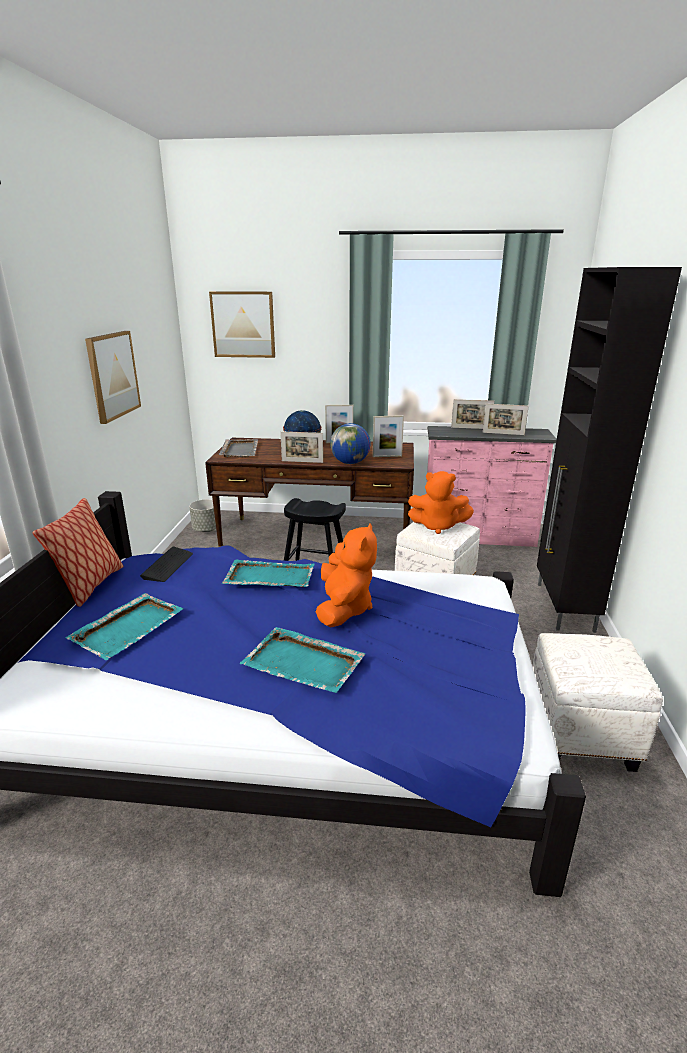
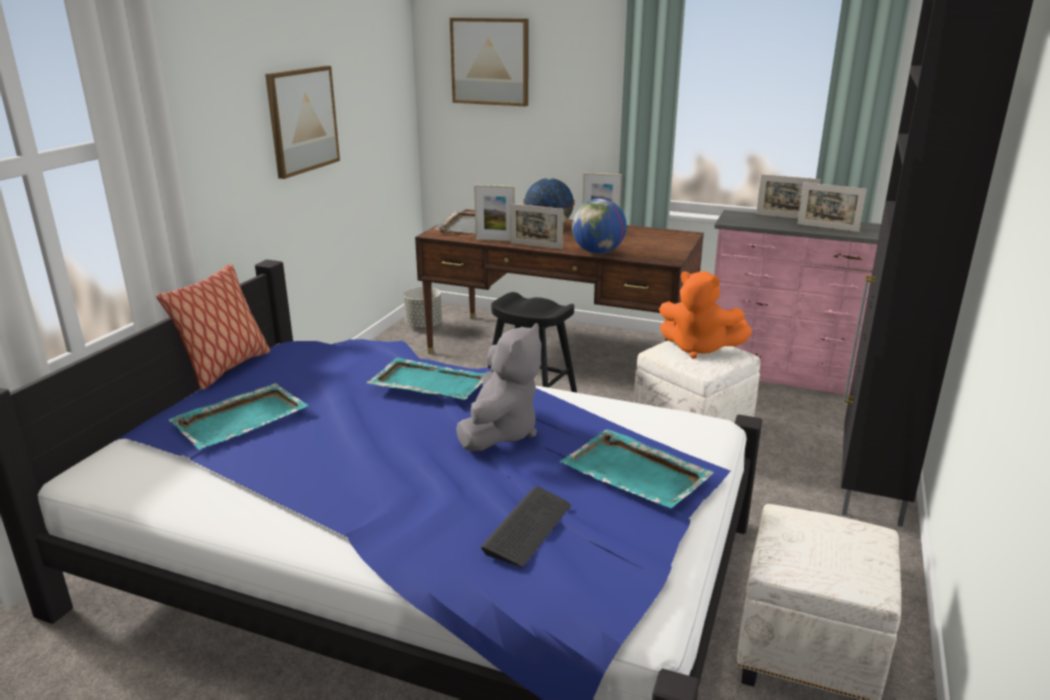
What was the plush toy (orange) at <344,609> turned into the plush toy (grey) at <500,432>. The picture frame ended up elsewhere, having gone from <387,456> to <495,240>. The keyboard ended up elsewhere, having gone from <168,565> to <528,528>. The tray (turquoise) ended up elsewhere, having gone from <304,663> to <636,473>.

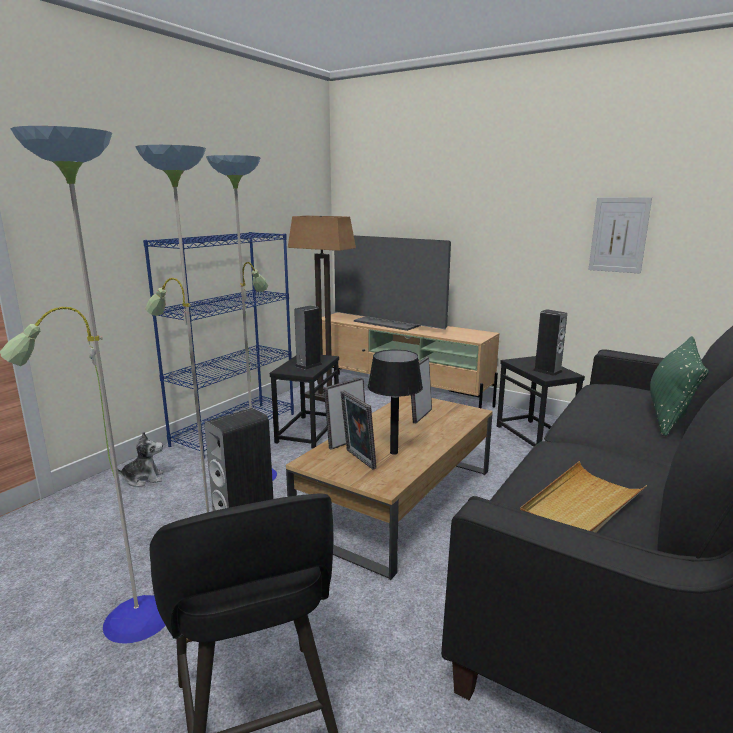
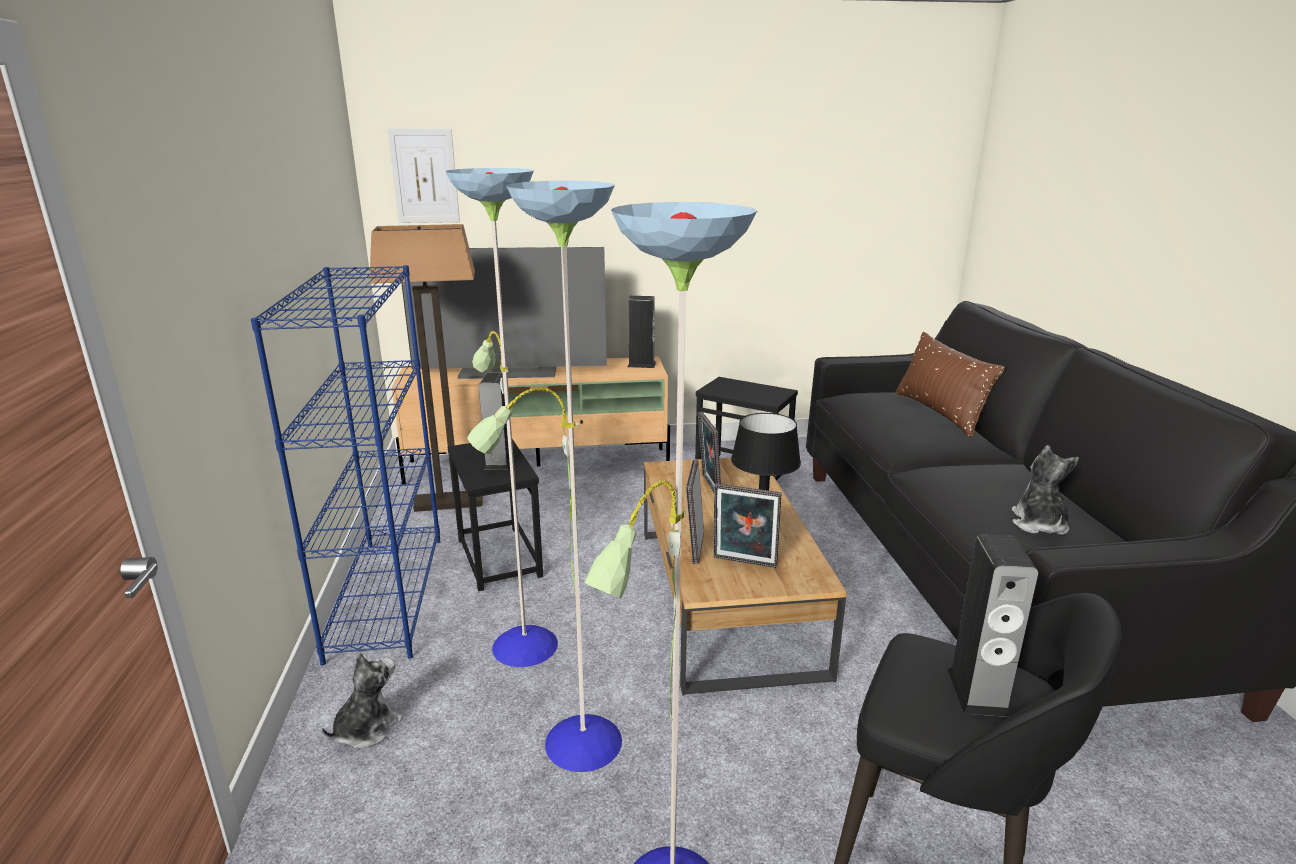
The picture ended up elsewhere, having gone from <619,235> to <424,176>. The speaker ended up elsewhere, having gone from <547,371> to <641,364>. What was the pillow (green) at <671,414> turned into the pillow (brown) at <939,413>. Where the tray (beige) stood at <581,505>, the plush toy came to stand at <1038,524>.

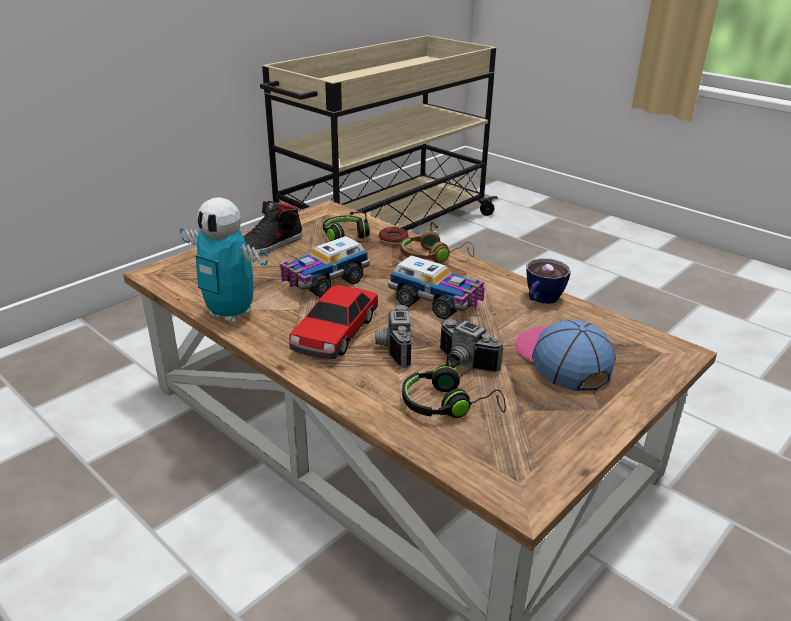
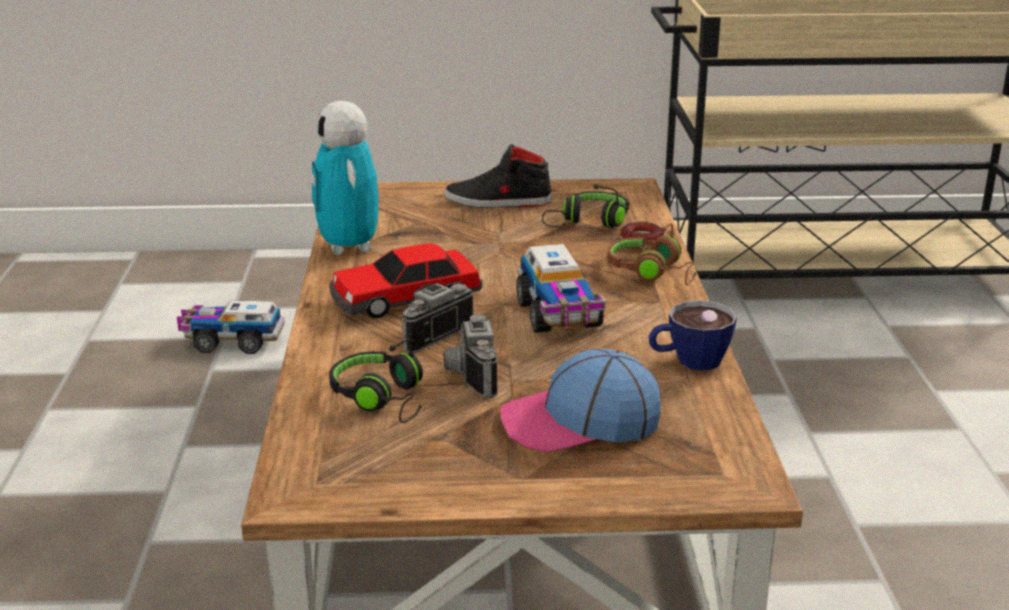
The toy truck ended up elsewhere, having gone from <324,282> to <231,341>. The cap at <561,360> ended up facing another way, 120 degrees counterclockwise from before.

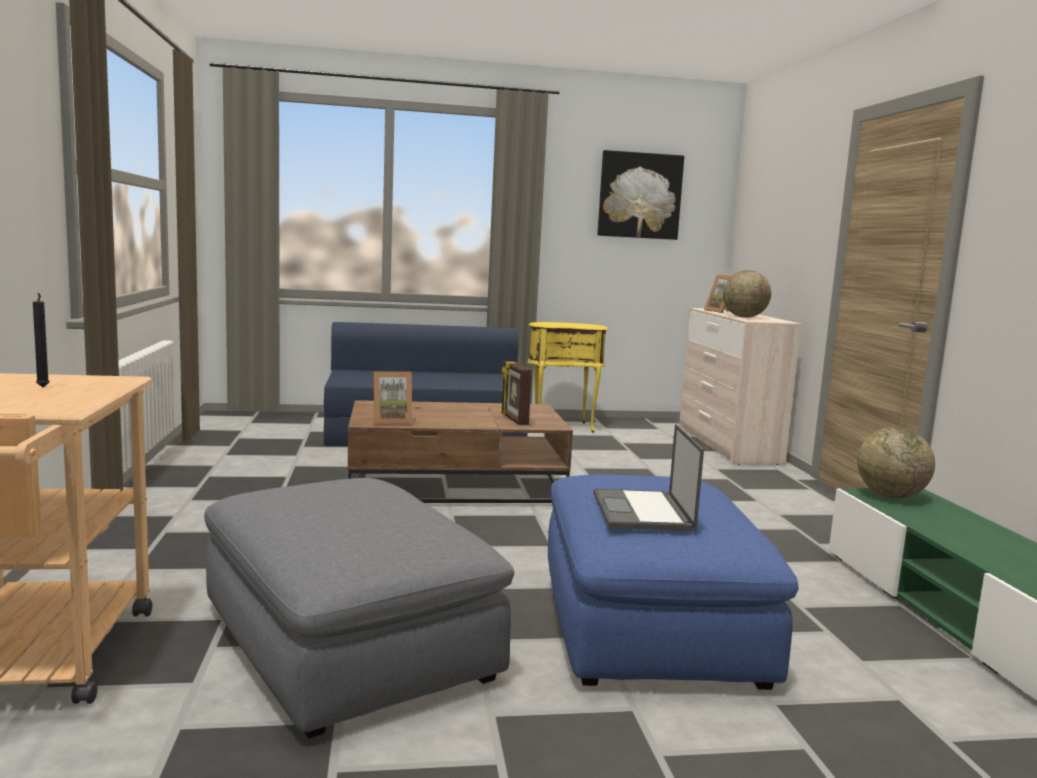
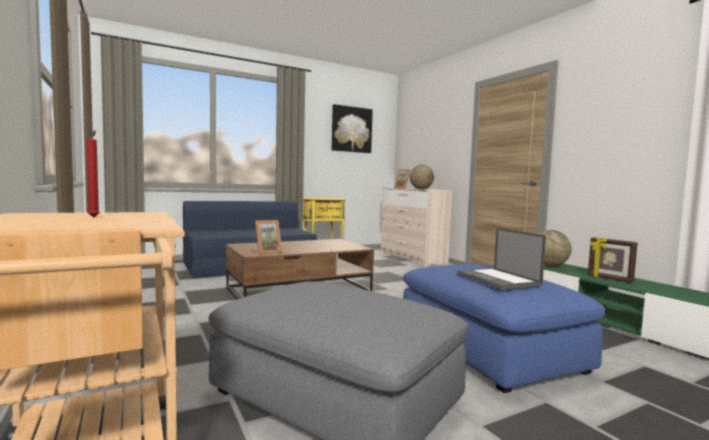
What was the candle (black) at <43,387> turned into the candle (red) at <94,217>. The picture frame ended up elsewhere, having gone from <513,420> to <609,279>.

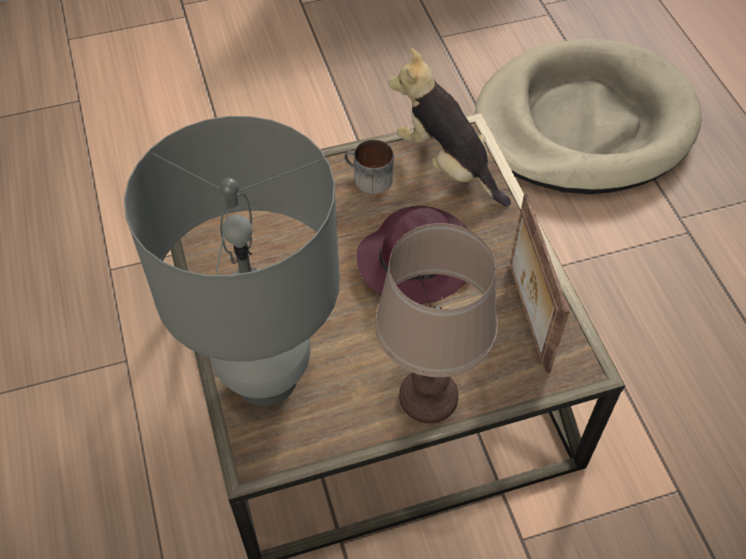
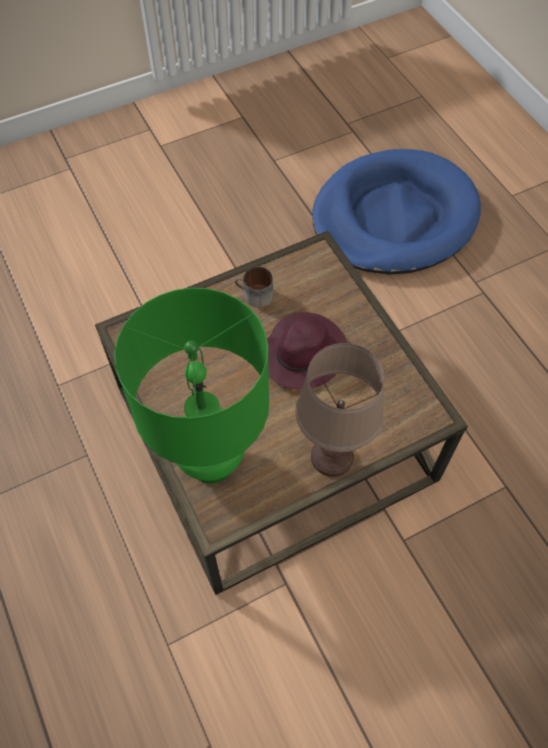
What was the table lamp (grey) at <266,377> turned into the table lamp (green) at <212,461>. What was the dog bed (beige) at <583,123> turned into the dog bed (blue) at <394,217>. The second view lost the plush toy at <447,164>. The second view lost the picture frame at <526,315>.

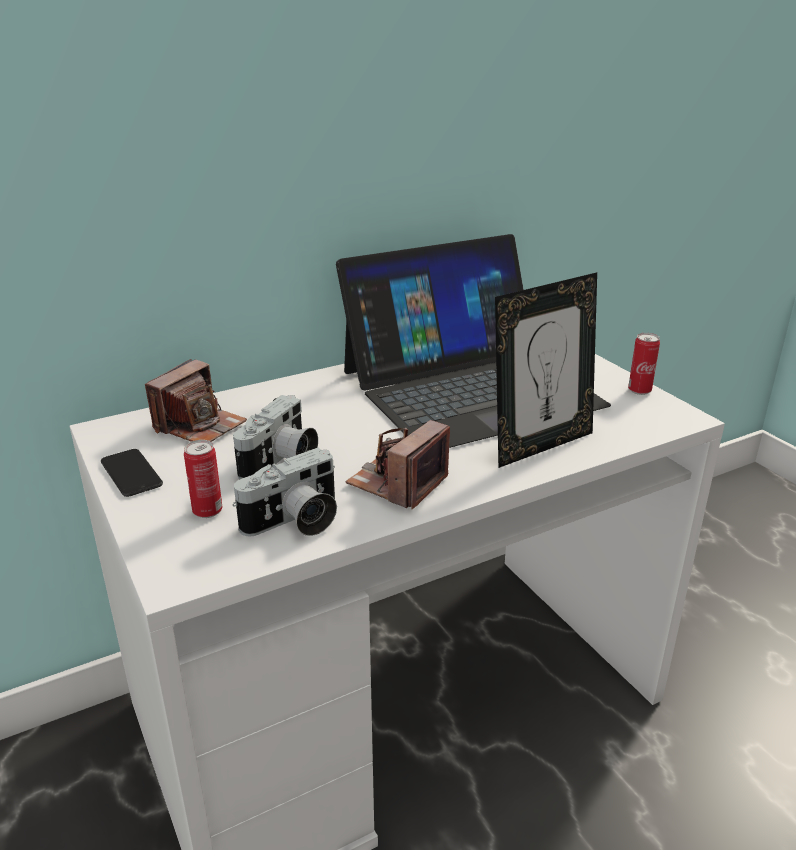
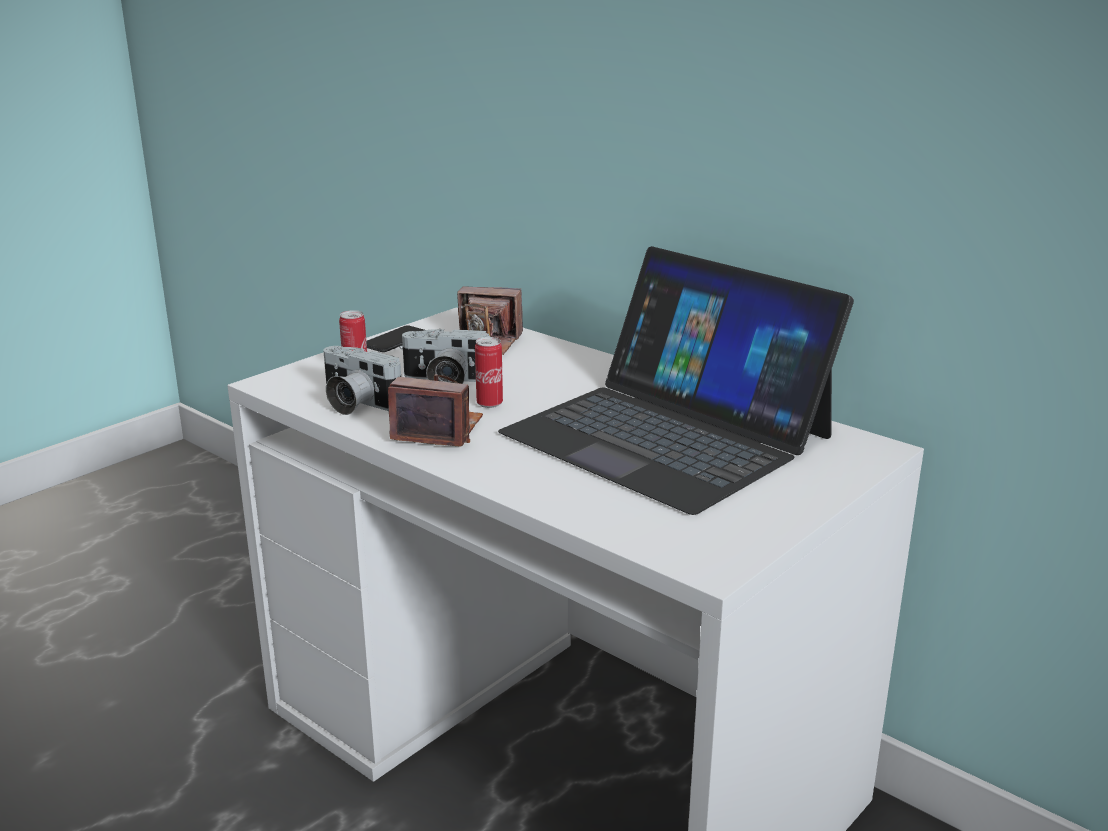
The can ended up elsewhere, having gone from <639,391> to <489,404>. The second view lost the picture frame at <540,445>.

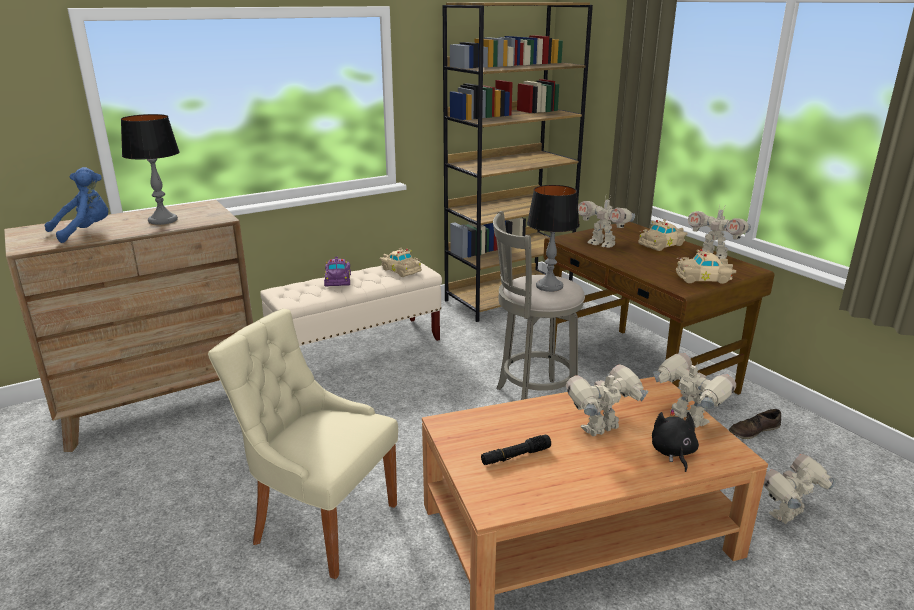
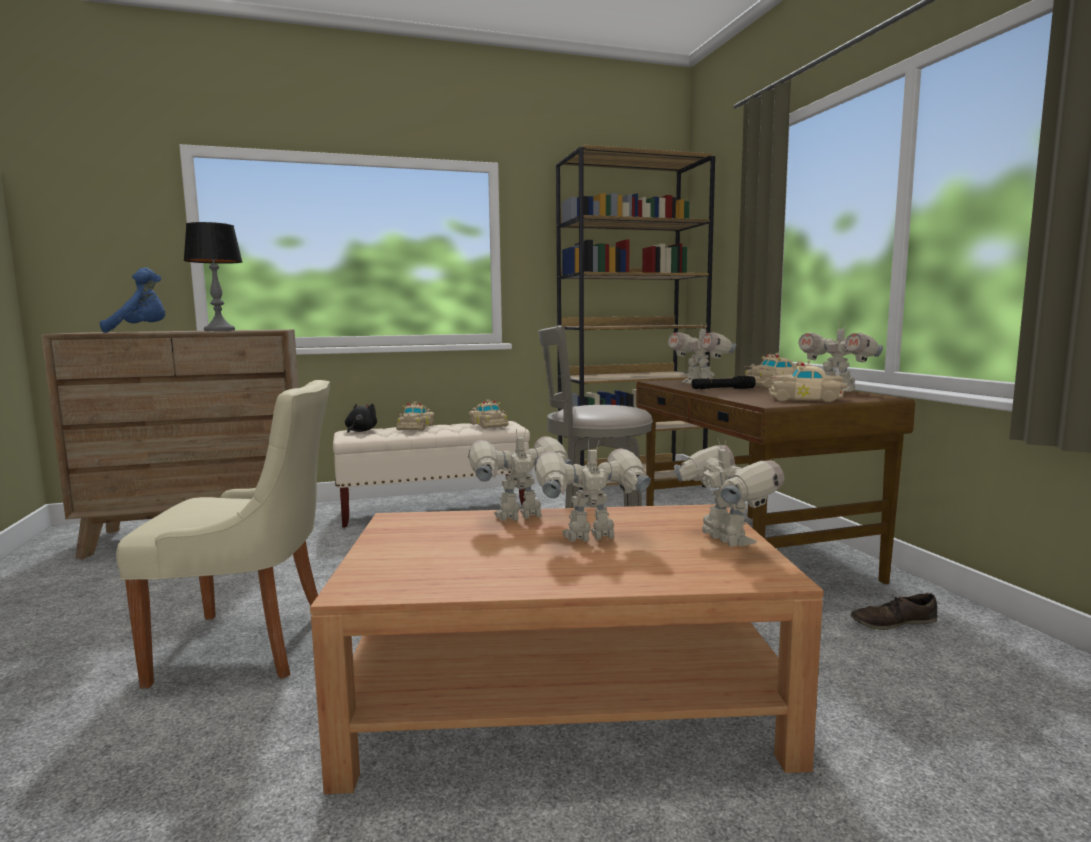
The chair (beige) at <321,522> ended up facing another way, 135 degrees clockwise from before. The plush toy (black) ended up elsewhere, having gone from <673,453> to <360,431>. What was the toy car (purple) at <338,279> turned into the toy car (beige) at <417,427>. The toy robot ended up elsewhere, having gone from <788,516> to <520,518>. The flashlight (black) ended up elsewhere, having gone from <515,456> to <722,389>. The second view lost the table lamp at <549,286>.

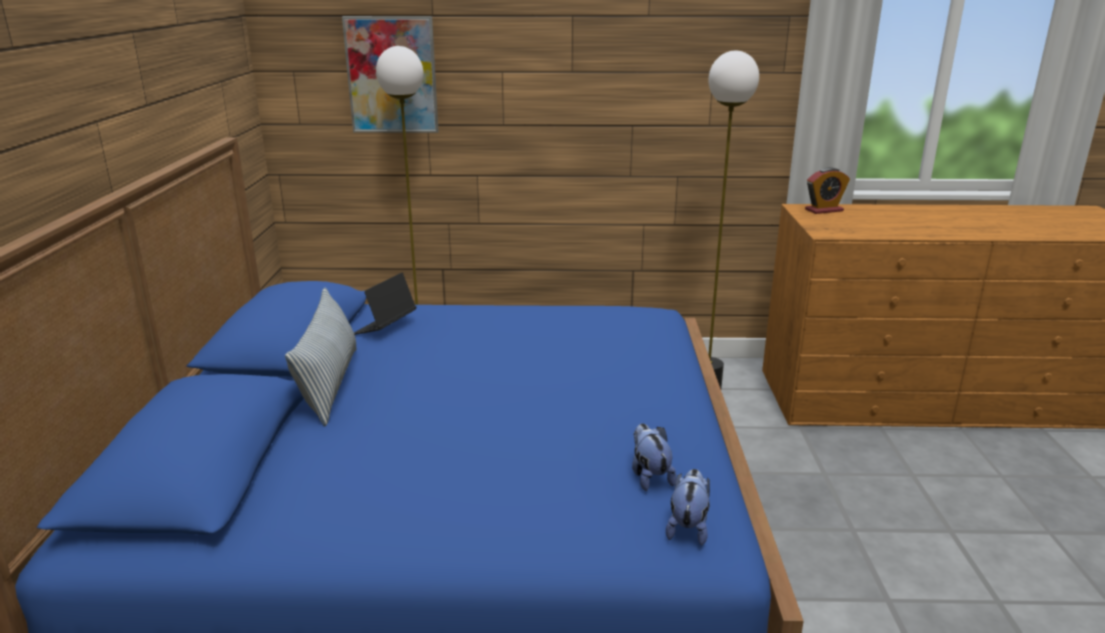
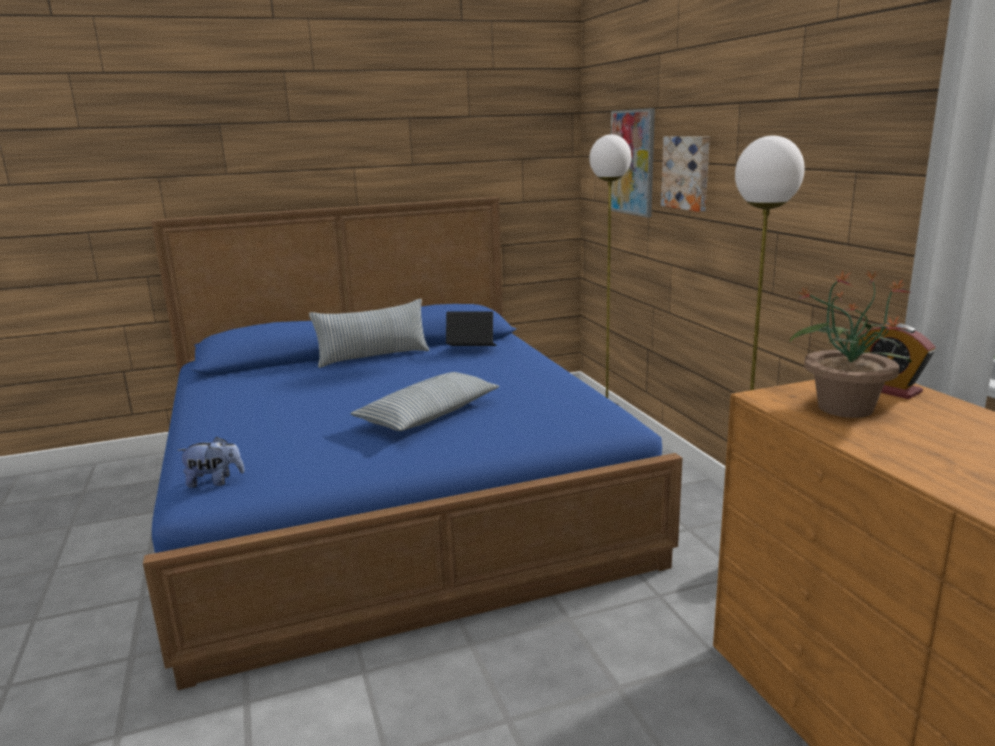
The second view gained the pillow at <429,415>. The second view gained the picture at <687,172>. The second view gained the potted plant at <844,407>. The second view lost the plush toy at <649,476>.

